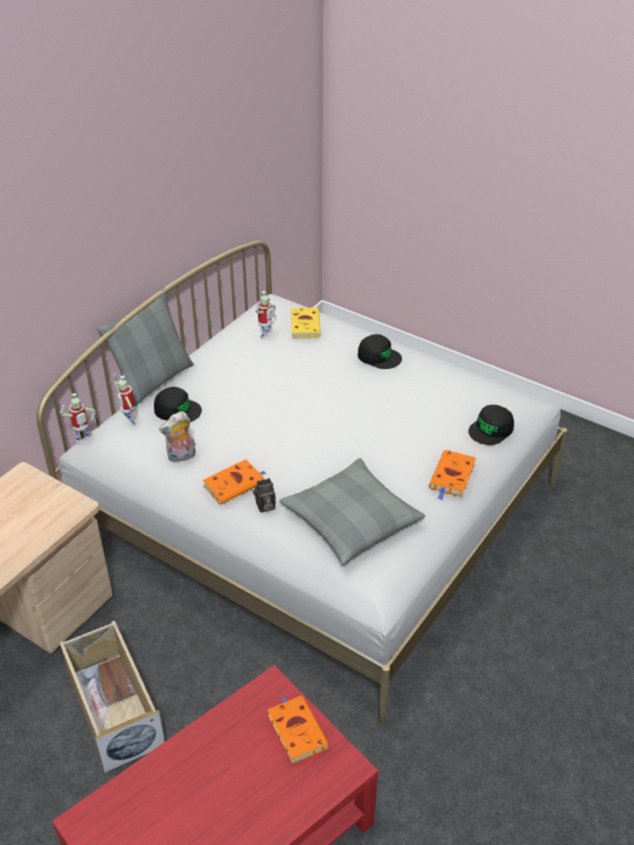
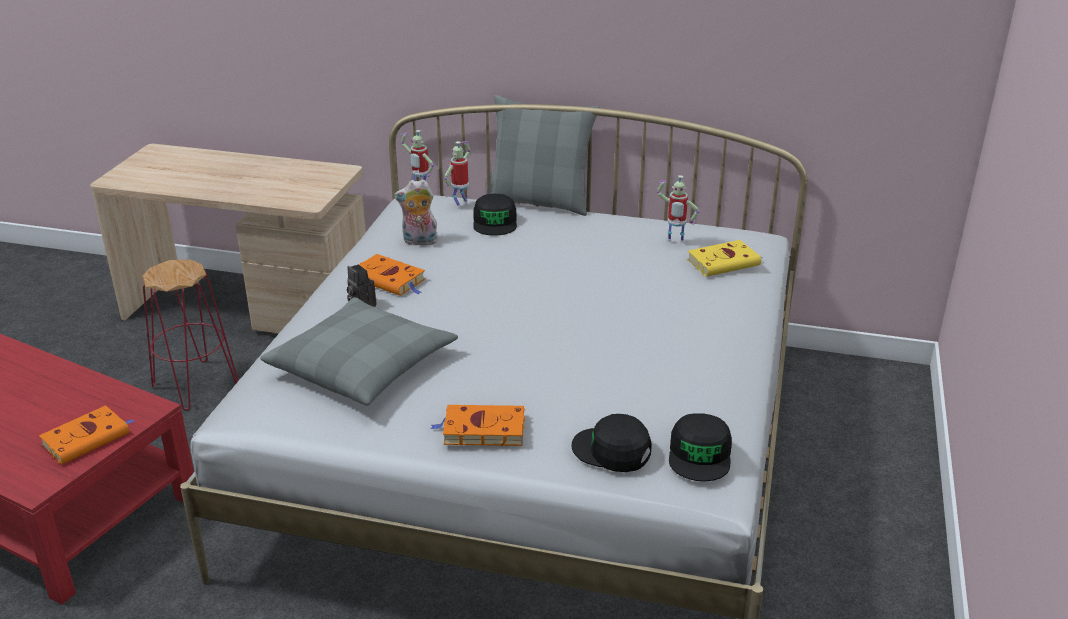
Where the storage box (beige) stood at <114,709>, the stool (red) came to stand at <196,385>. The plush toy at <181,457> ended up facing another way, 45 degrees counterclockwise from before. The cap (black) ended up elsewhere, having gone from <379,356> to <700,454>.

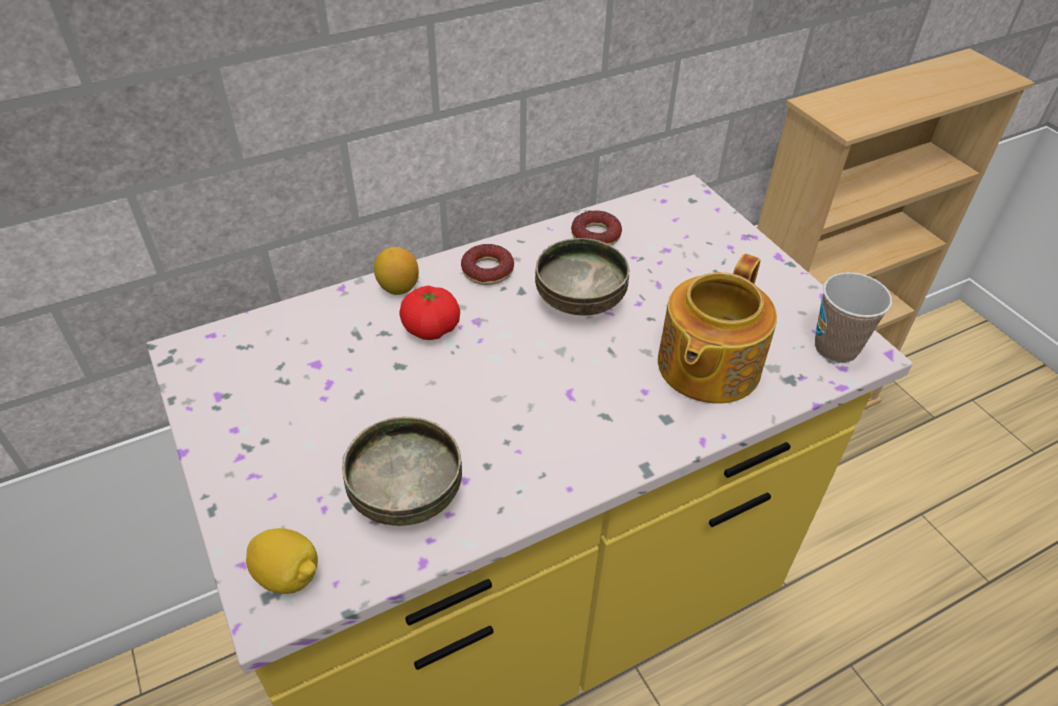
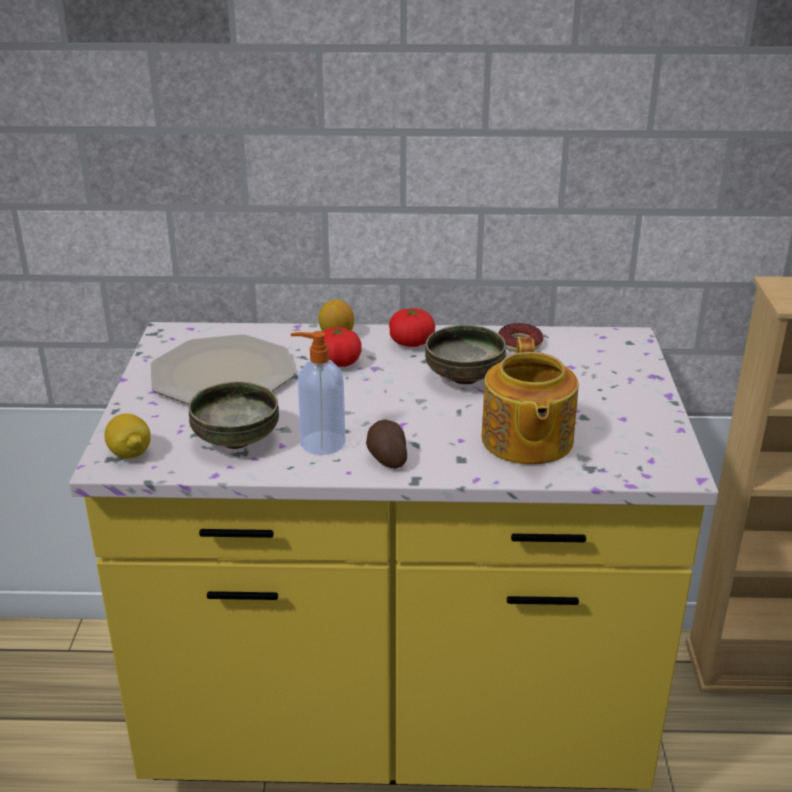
The second view gained the plate at <222,373>. The second view gained the soap dispenser at <321,443>. The second view gained the potato at <386,458>. Where the donut stood at <487,270>, the tomato came to stand at <411,342>. The teapot at <706,366> ended up facing another way, 60 degrees counterclockwise from before. The second view lost the cup at <836,348>.

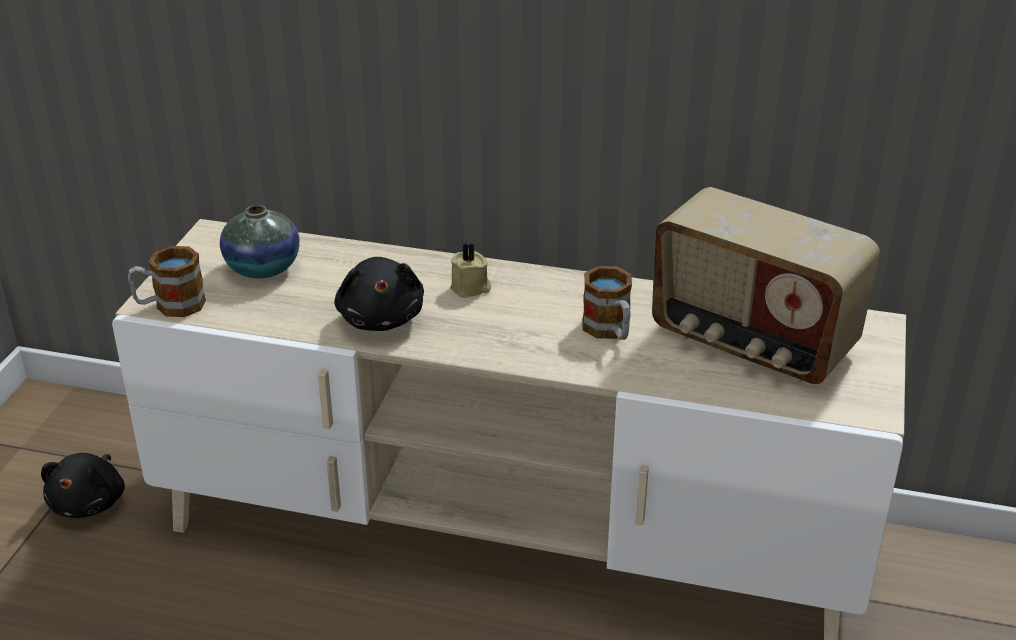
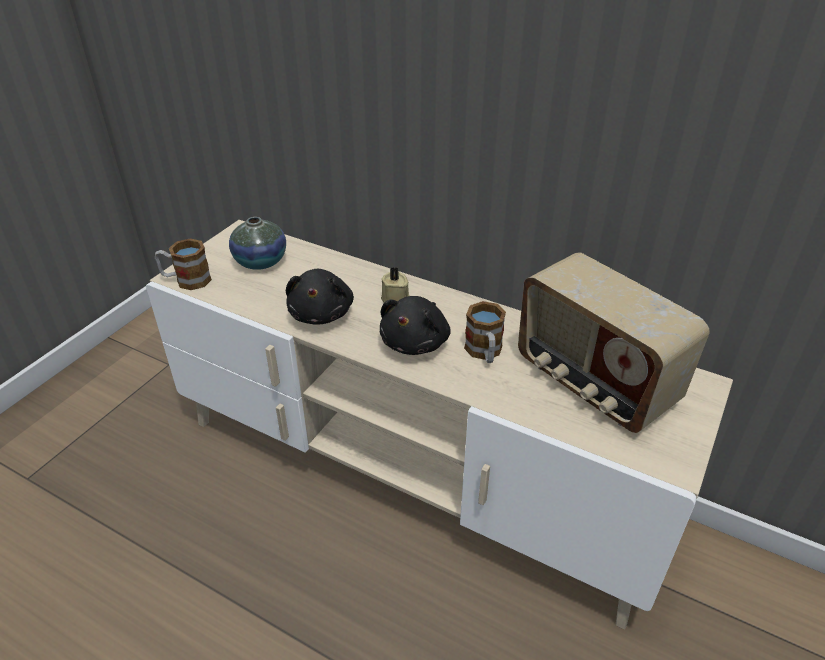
The plush toy (black) ended up elsewhere, having gone from <90,502> to <416,342>.

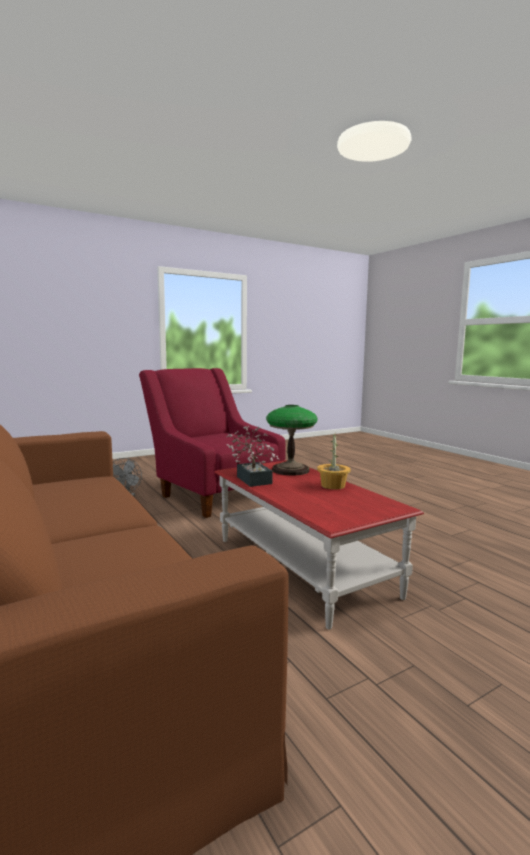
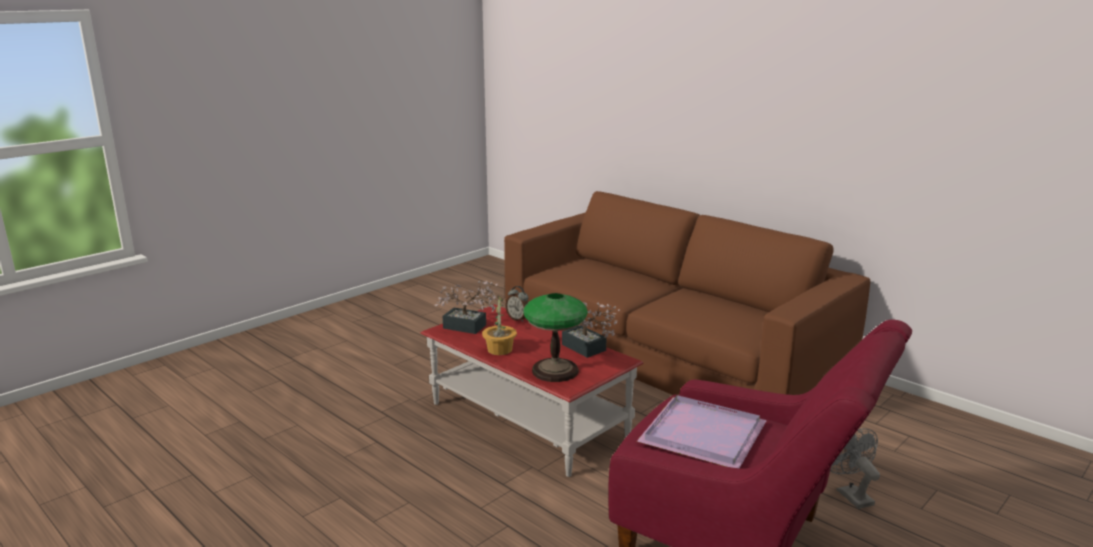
The second view gained the potted plant at <469,327>. The second view gained the alarm clock at <518,319>. The second view gained the tray (purple) at <701,433>.

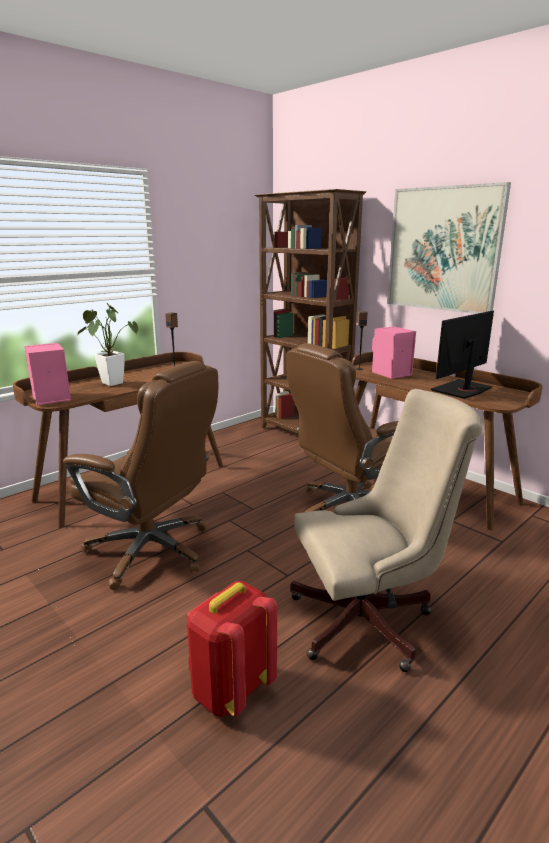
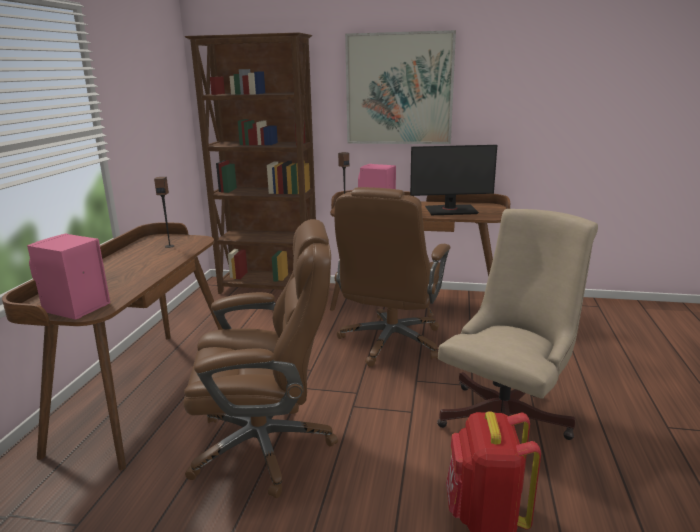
The monitor at <462,389> ended up facing another way, 105 degrees counterclockwise from before. The second view lost the potted plant at <110,382>.

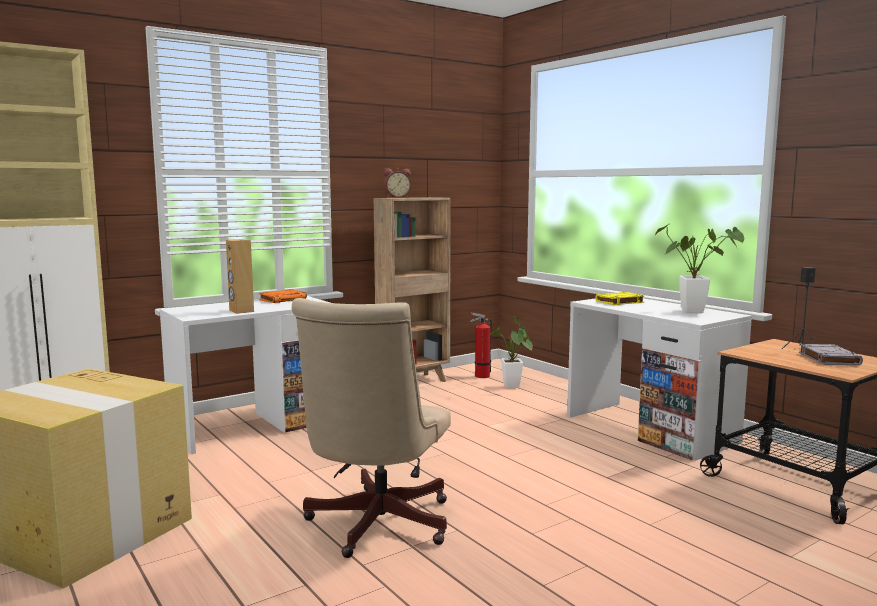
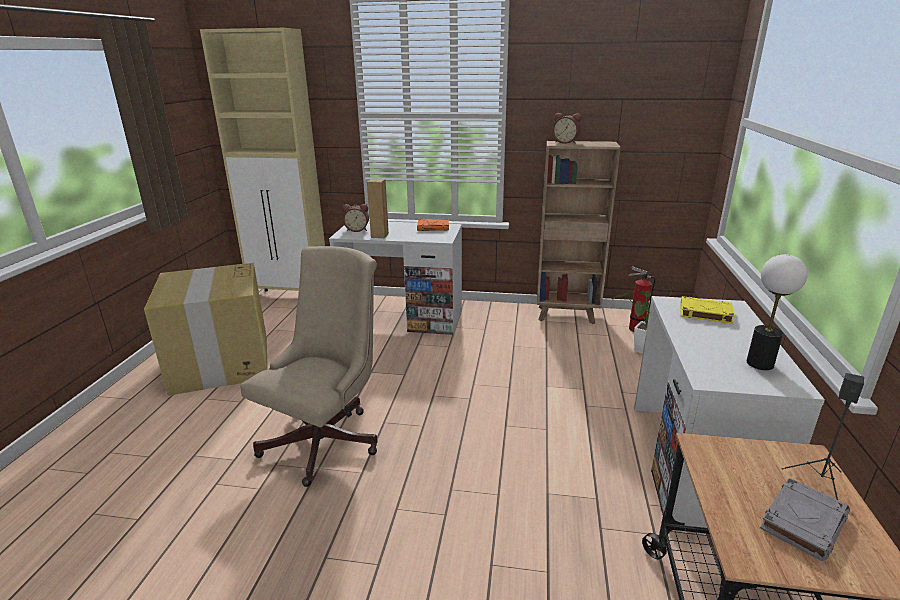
The office chair (beige) at <375,526> ended up facing another way, 150 degrees clockwise from before. The second view gained the alarm clock at <357,230>. Where the potted plant stood at <698,311>, the table lamp came to stand at <760,364>.

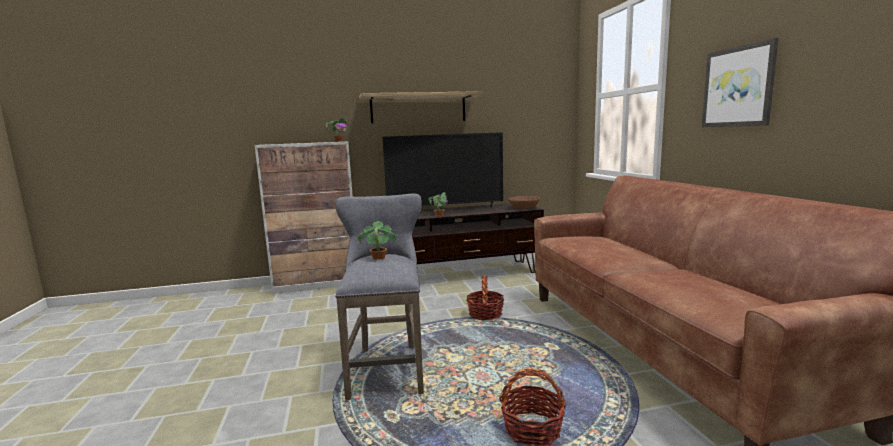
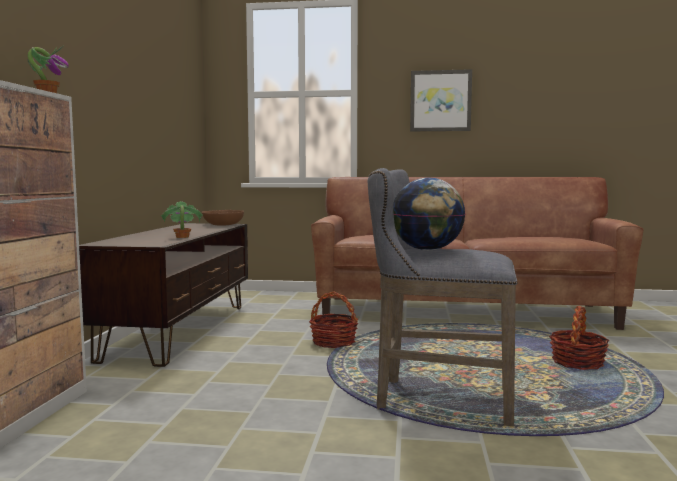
Where the potted plant stood at <378,258>, the globe came to stand at <427,250>. The second view lost the shelf at <418,108>. The second view lost the television at <446,210>.

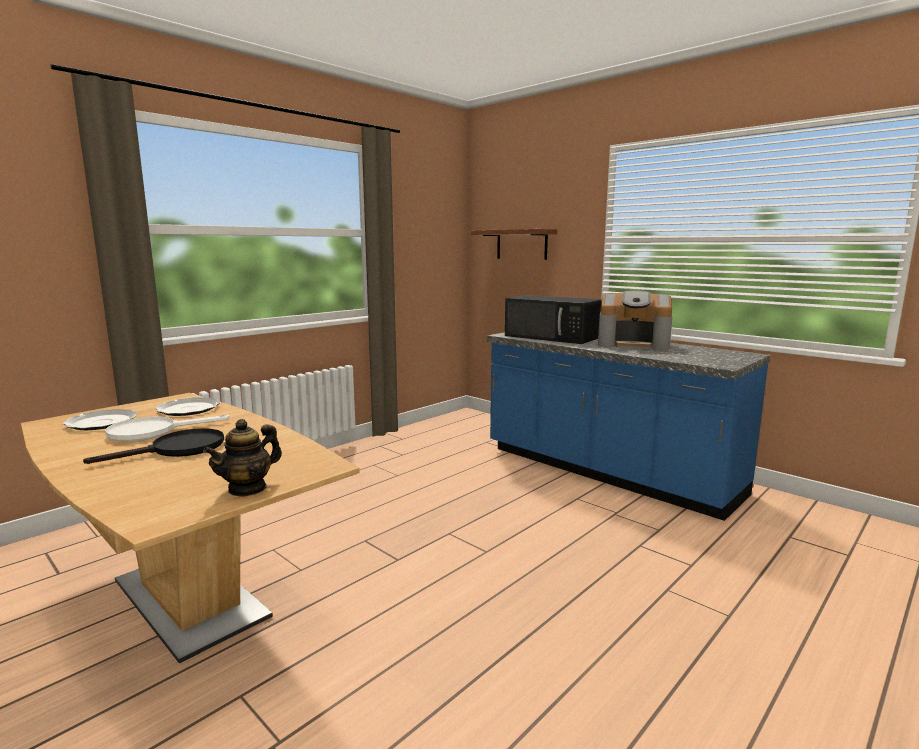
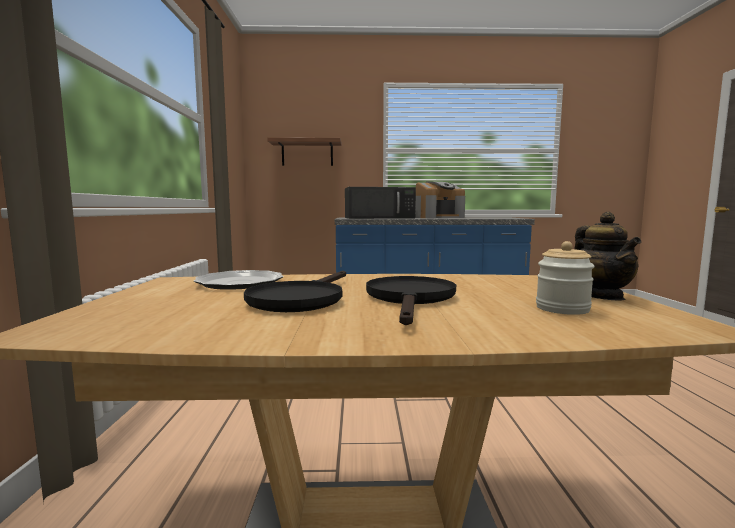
What was the frying pan (white) at <152,431> turned into the frying pan (black) at <301,299>. The second view gained the jar at <562,309>. The second view lost the plate at <101,422>.

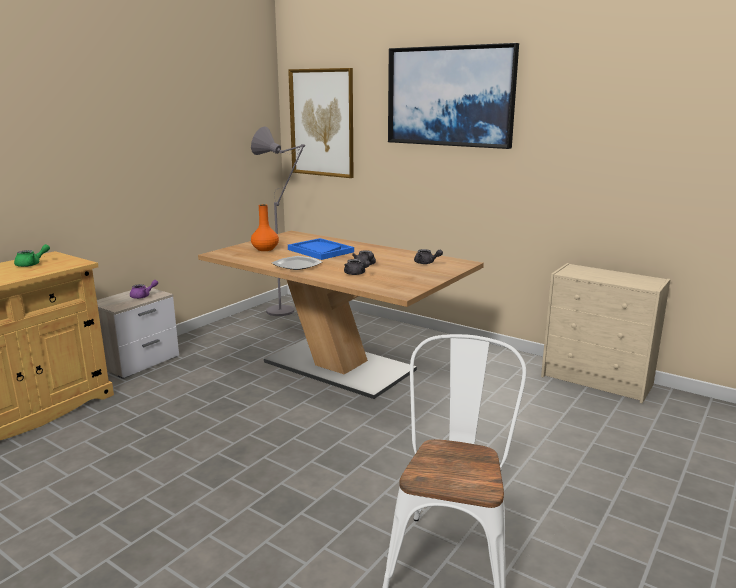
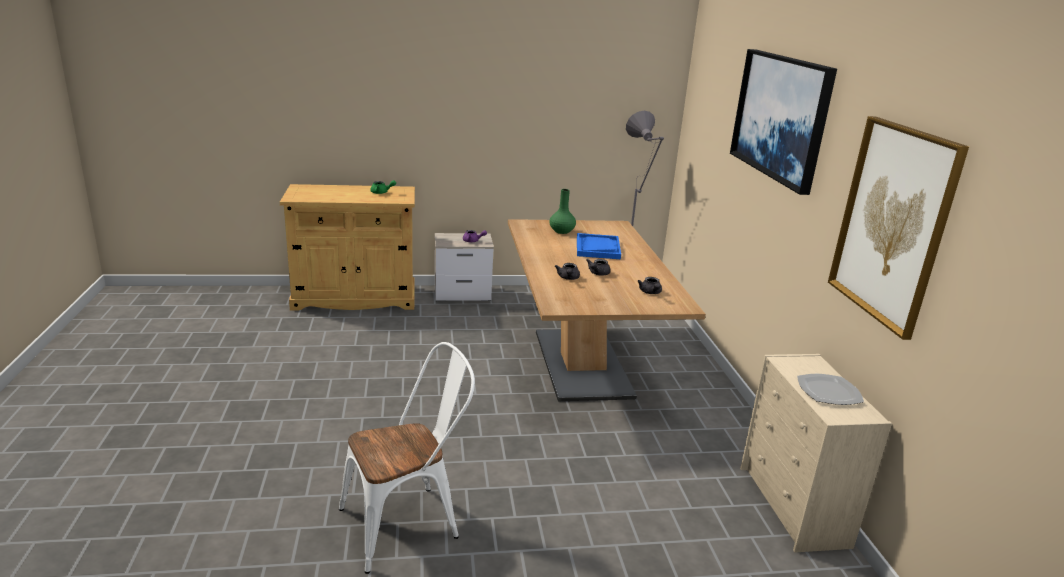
What was the vase (orange) at <265,249> turned into the vase (green) at <561,231>. The plate ended up elsewhere, having gone from <297,265> to <828,392>. The picture ended up elsewhere, having gone from <322,123> to <892,223>.

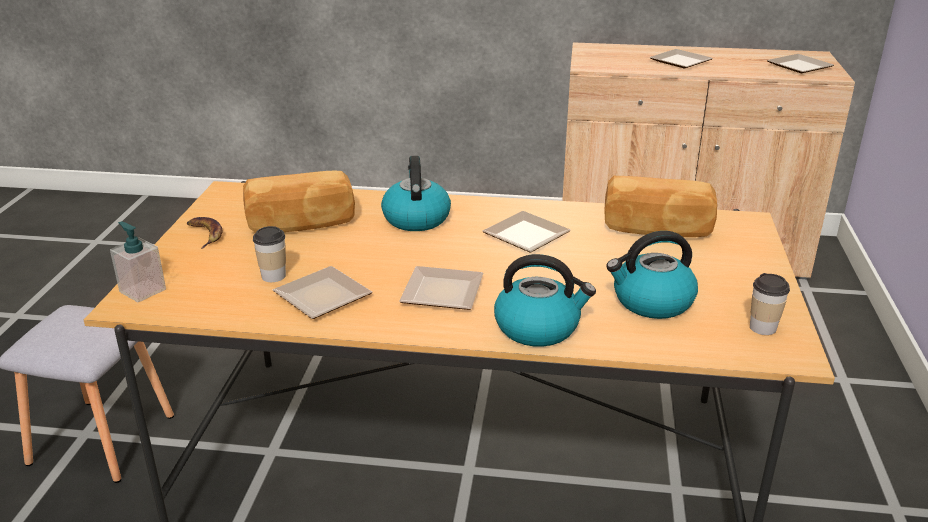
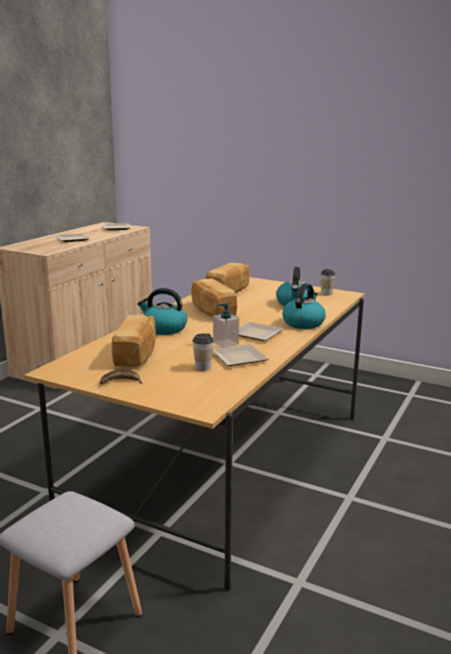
Where the plate stood at <529,235>, the bread came to stand at <212,311>. The soap dispenser ended up elsewhere, having gone from <142,290> to <225,343>.

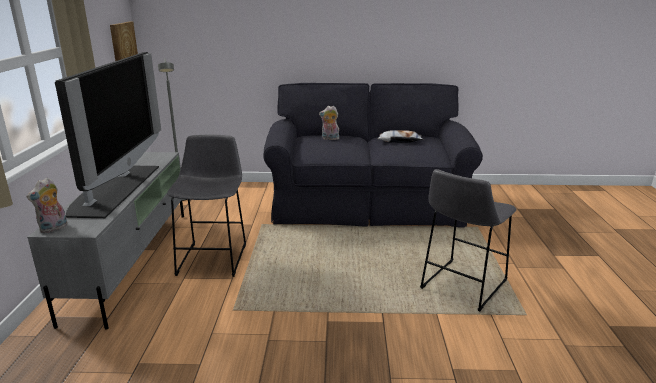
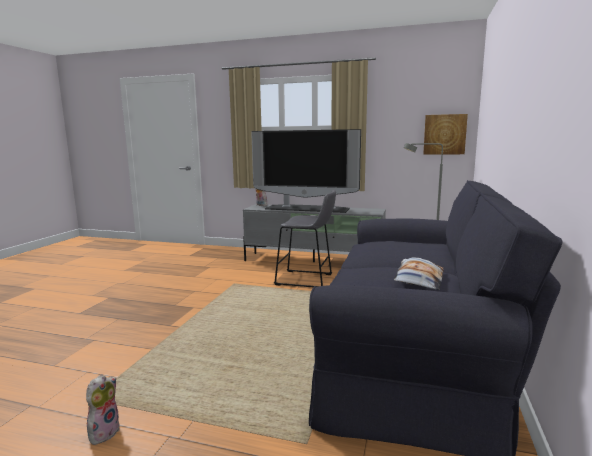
The plush toy ended up elsewhere, having gone from <329,139> to <104,432>. The second view lost the stool (grey) at <461,286>.

